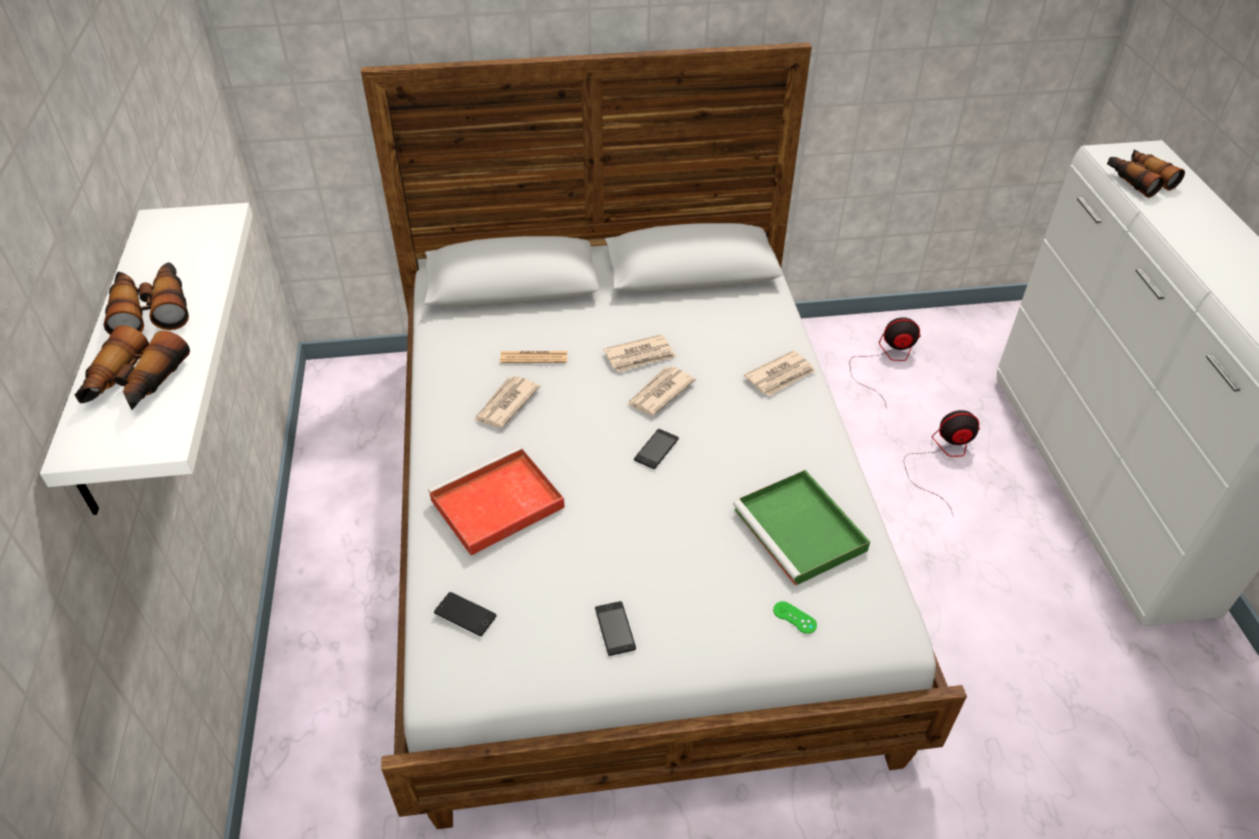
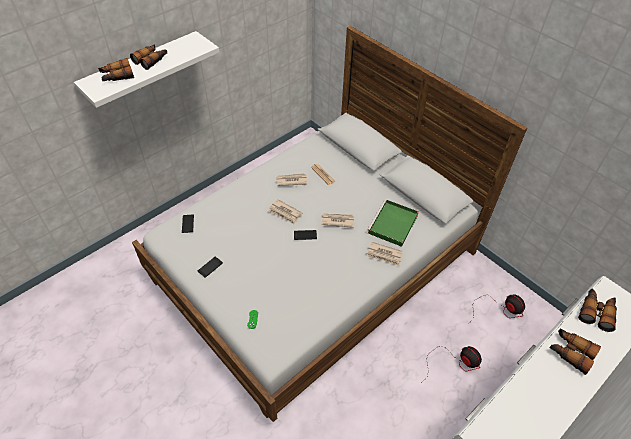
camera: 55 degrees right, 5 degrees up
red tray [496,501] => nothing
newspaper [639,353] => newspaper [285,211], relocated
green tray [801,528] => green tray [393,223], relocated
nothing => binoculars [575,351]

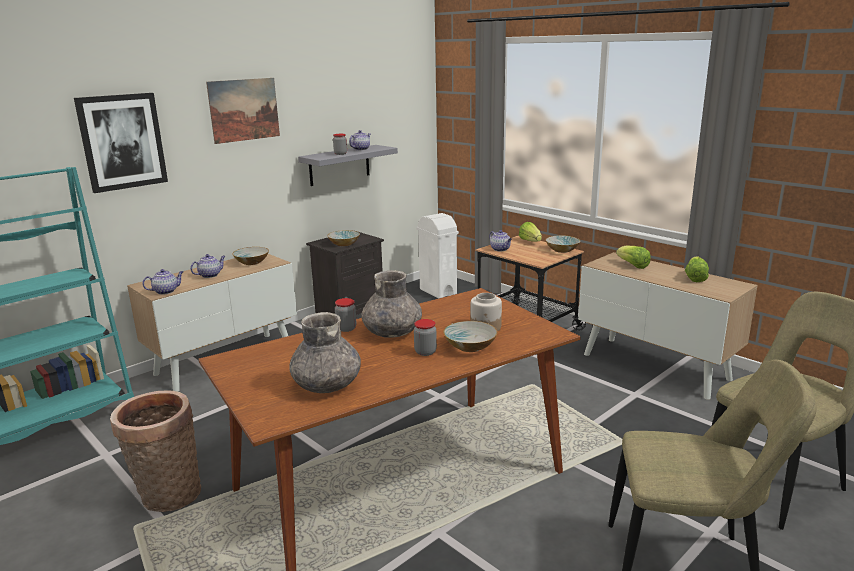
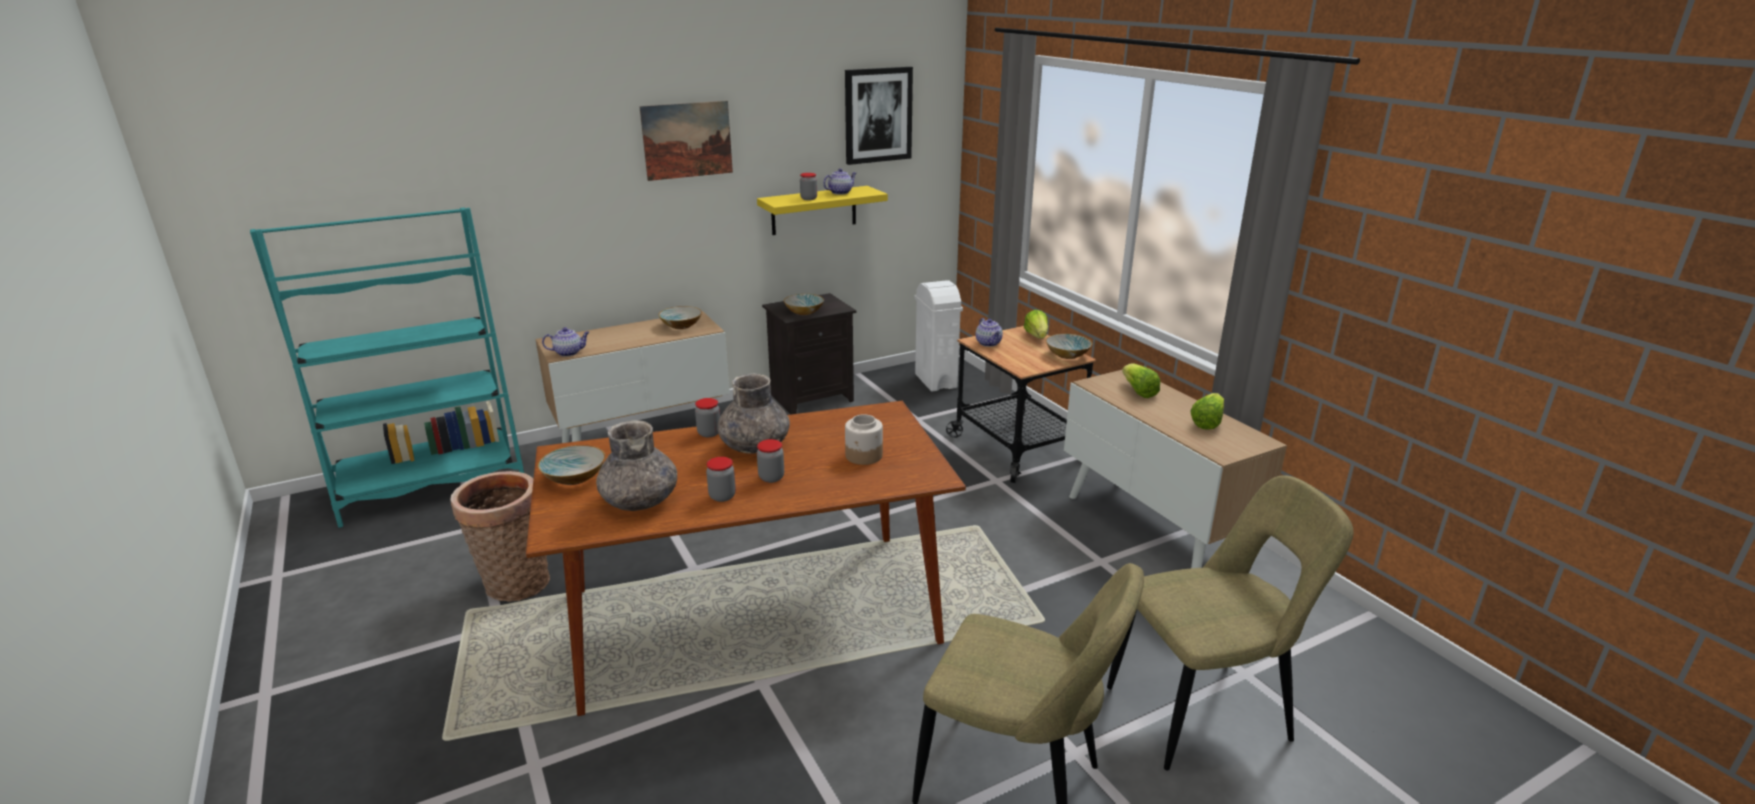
camera: 15 degrees right, 5 degrees up
picture [121,143] => picture [879,116], relocated
teapot [207,266] => nothing
grey shelf [348,165] => yellow shelf [822,210]
bowl [470,336] => bowl [571,465], relocated
nothing => jar [721,479]

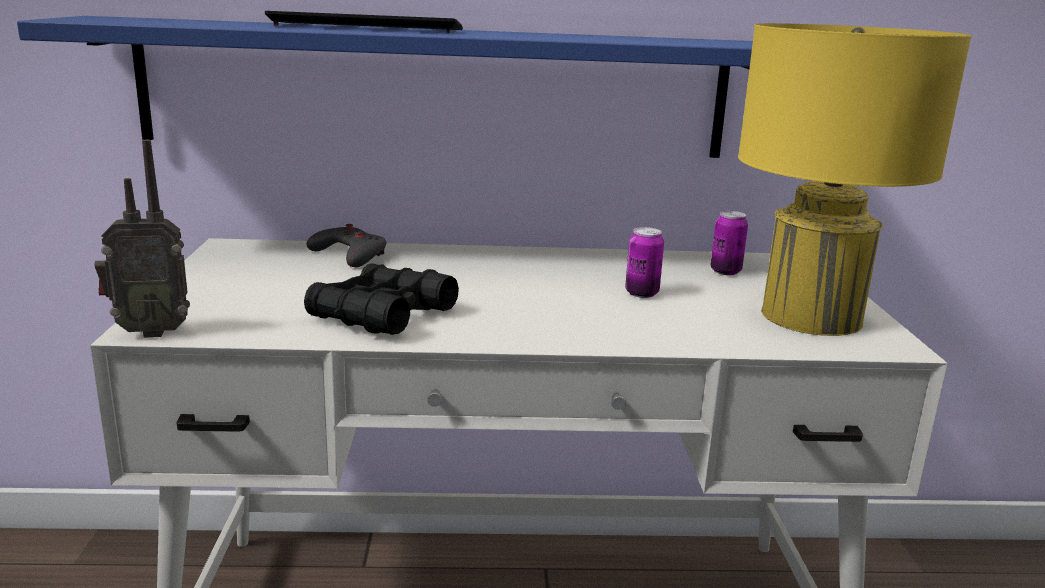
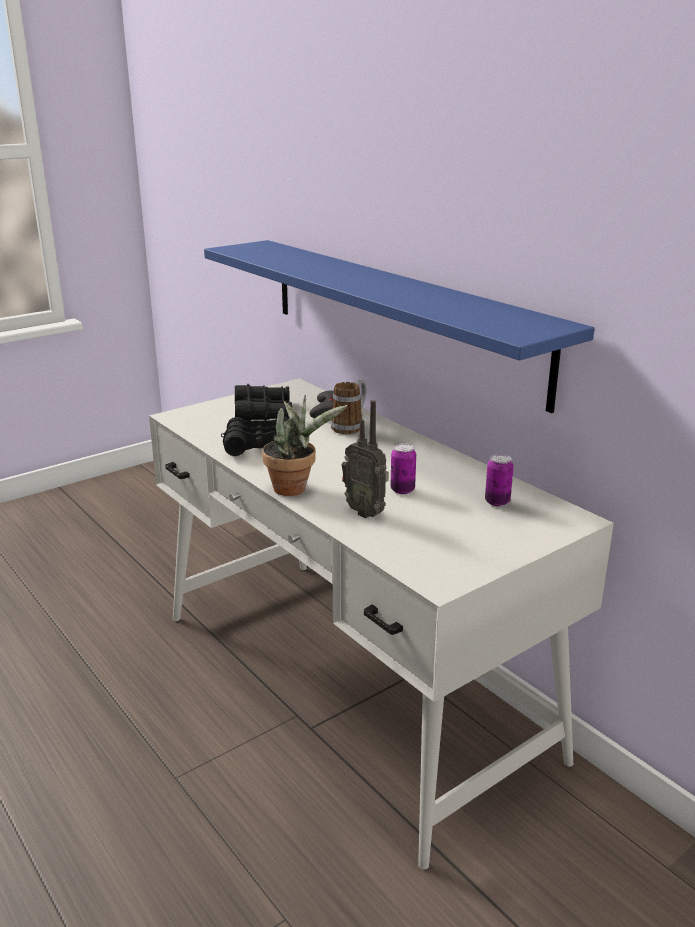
camera: 55 degrees right, 5 degrees up
radio [142,239] => radio [365,459], relocated
keyboard [364,22] => nothing
yellow table lamp [855,179] => nothing
nothing => black binoculars [263,402]
nothing => potted plant [304,445]
nothing => mug [349,407]

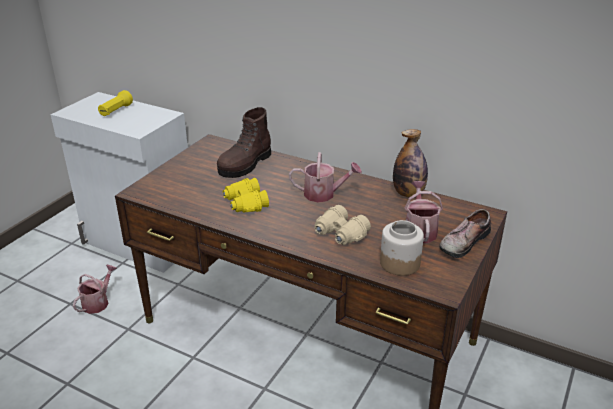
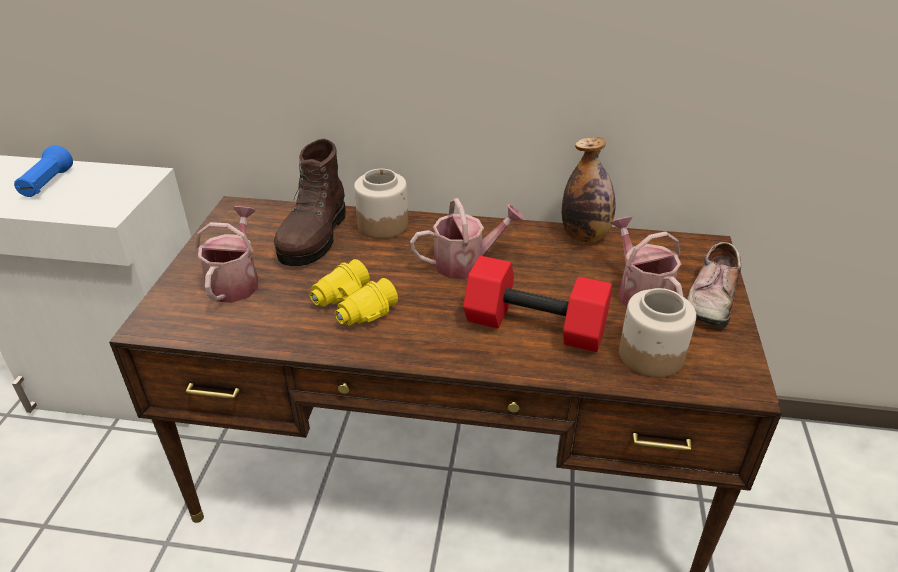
camera: 20 degrees left, 5 degrees up
watering can [95,289] => watering can [227,254], relocated
yellow flashlight [115,103] => blue flashlight [43,171]
beige binoculars [343,225] => red dumbbell [537,304]
nothing => jar [381,204]

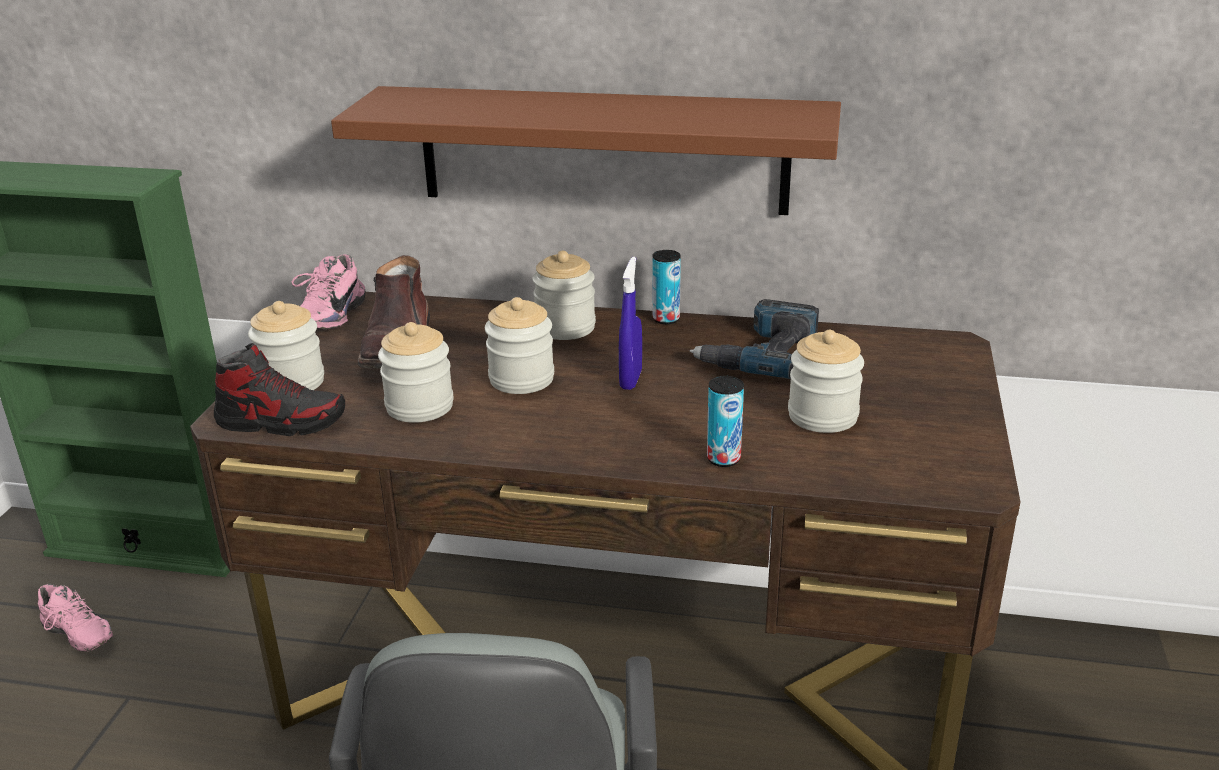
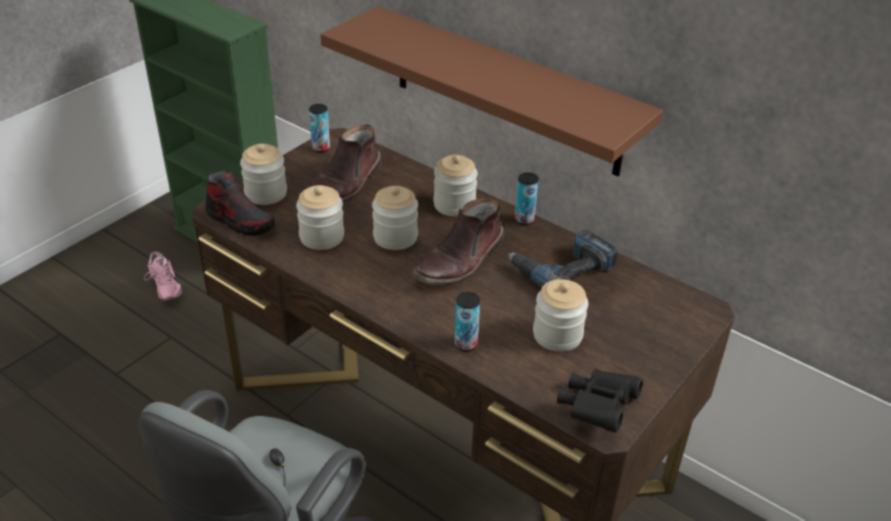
camera: 25 degrees right, 10 degrees up
pink shoe [328,292] => can [319,128]
blue spray bottle [630,323] => brown boot [458,241]
nothing => black binoculars [600,401]

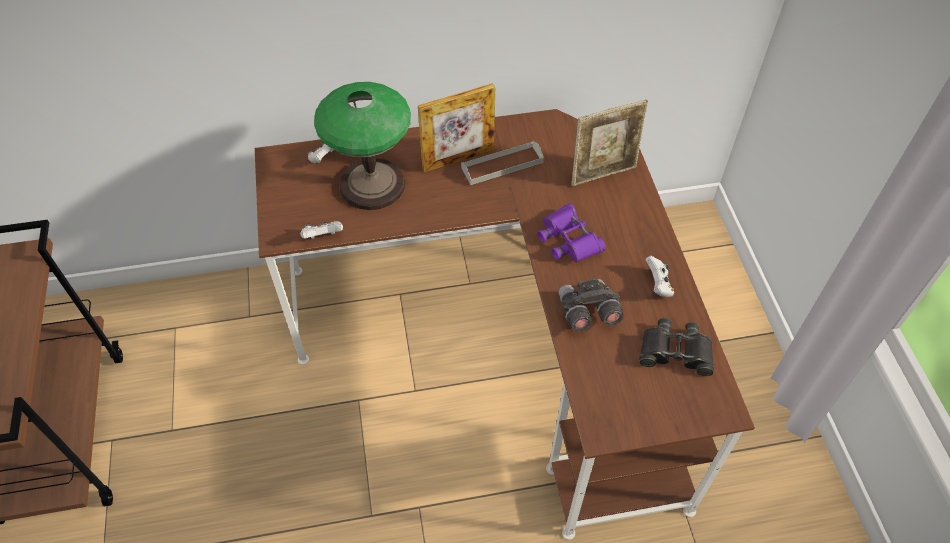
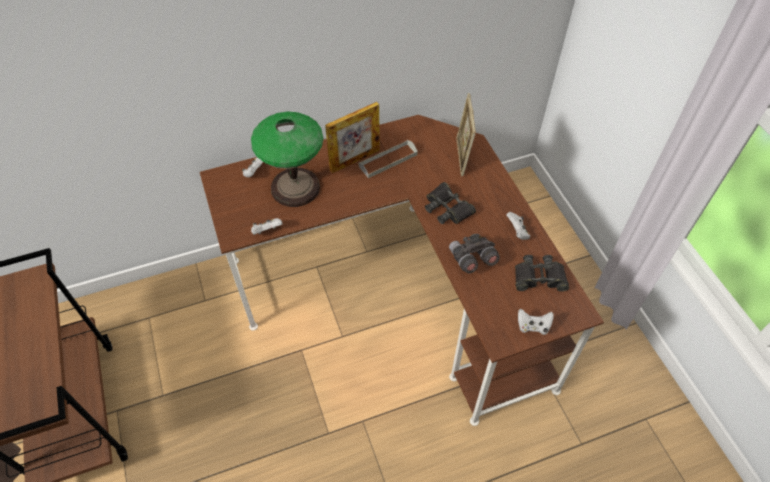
camera: 10 degrees left, 0 degrees up
purple binoculars [571,232] => black binoculars [450,203]
picture frame [610,143] => picture frame [466,134], 120 degrees clockwise
nothing => white game controller [536,321]

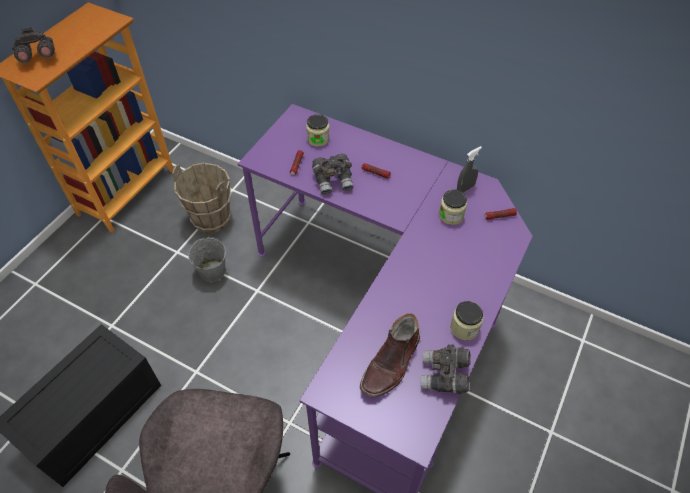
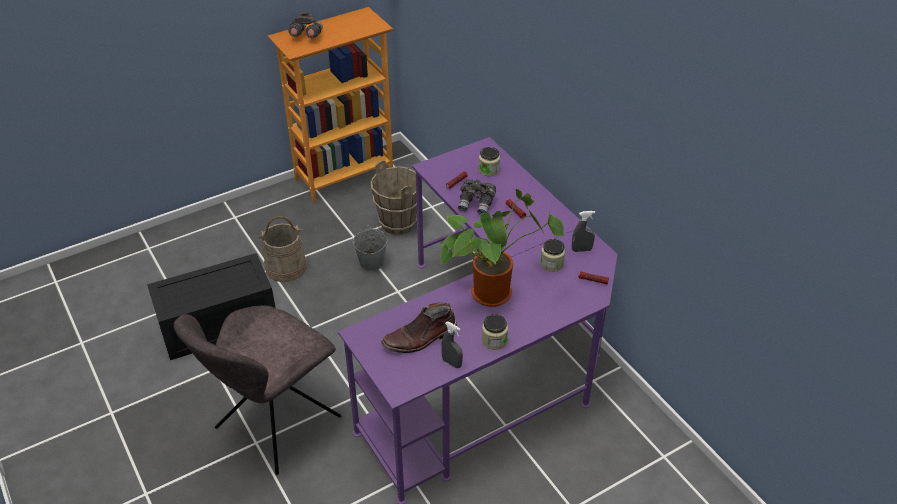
camera: 30 degrees right, 10 degrees down
grey binoculars [445,369] => grey spray bottle [452,345]
nothing => beige bucket [282,249]
nothing => potted plant [502,248]

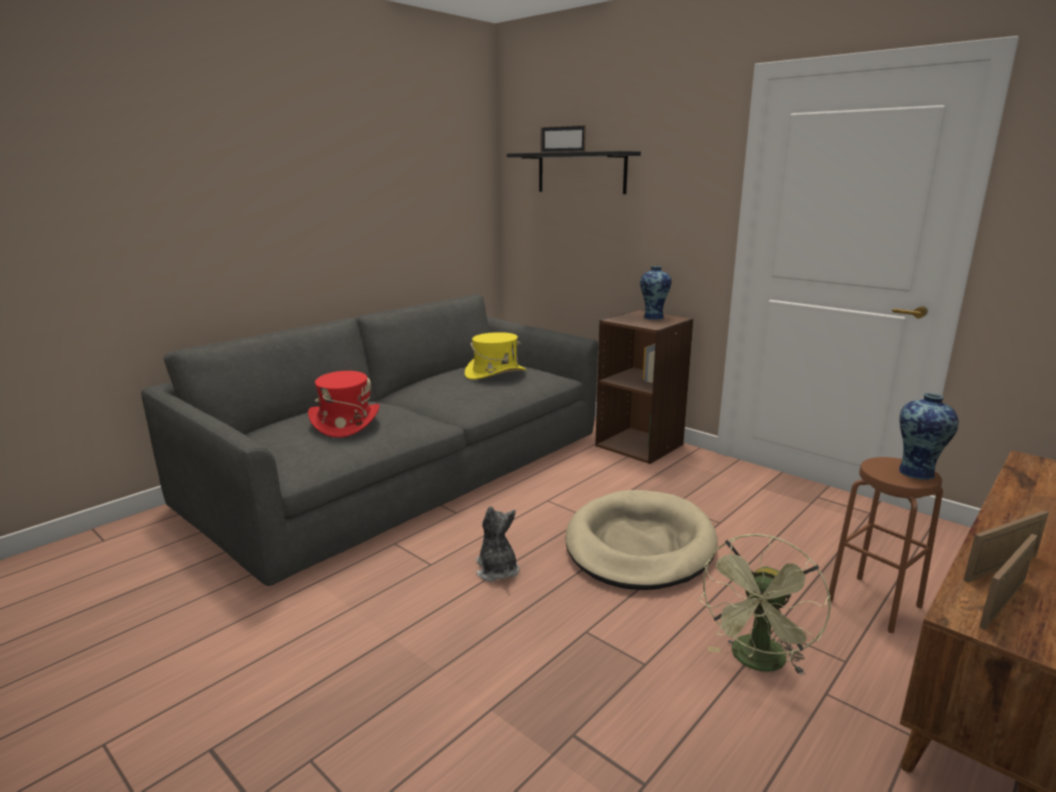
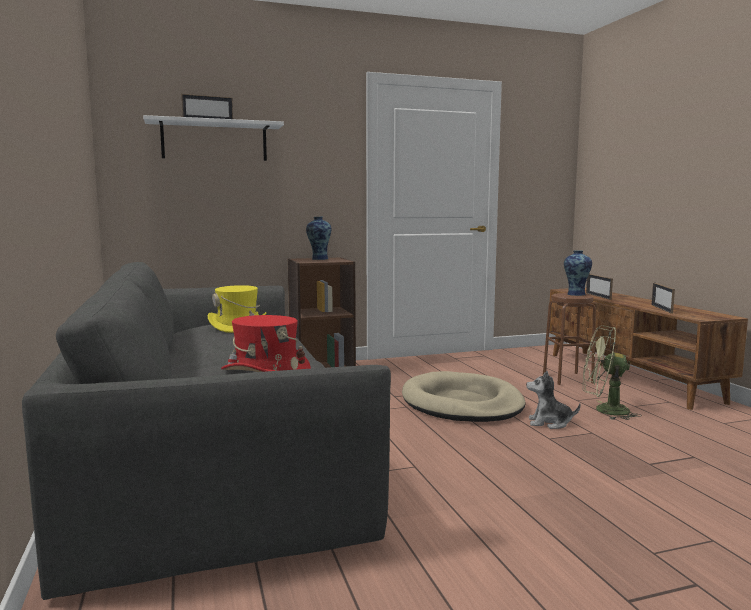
camera: 60 degrees left, 10 degrees down
plush toy [497,544] => plush toy [553,400], relocated
black shelf [574,172] => white shelf [213,138]
green fan [764,604] => green fan [612,372], 135 degrees clockwise
picture frame [1008,582] => picture frame [599,287], relocated

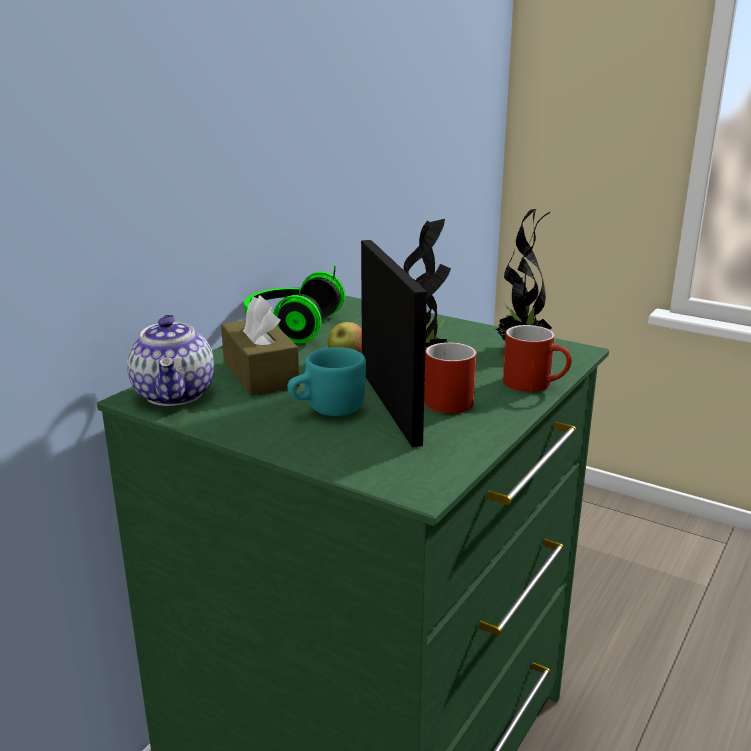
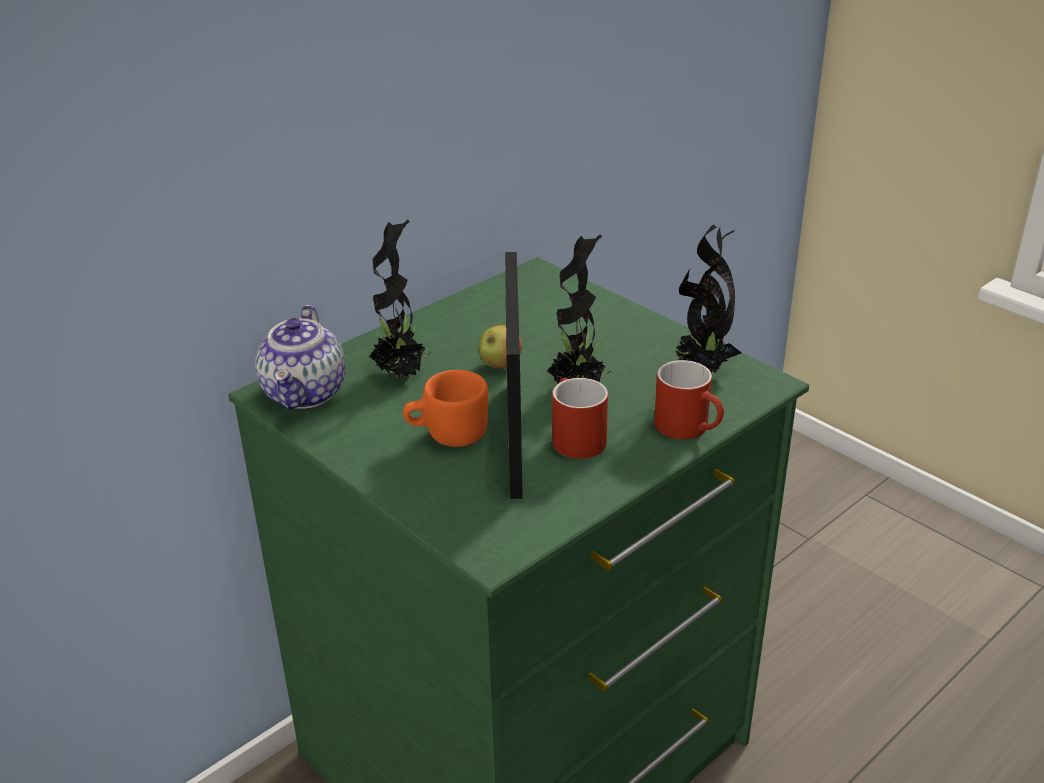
camera: 15 degrees right, 10 degrees up
brown tissue box [260,345] => potted plant [400,298]
headphones [294,304] => nothing
turquoise mug [326,381] => orange mug [445,408]

